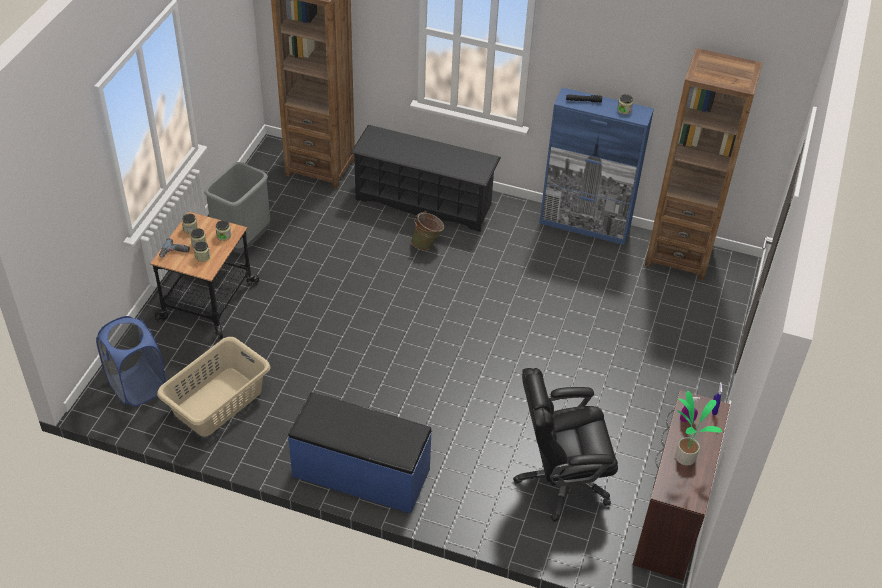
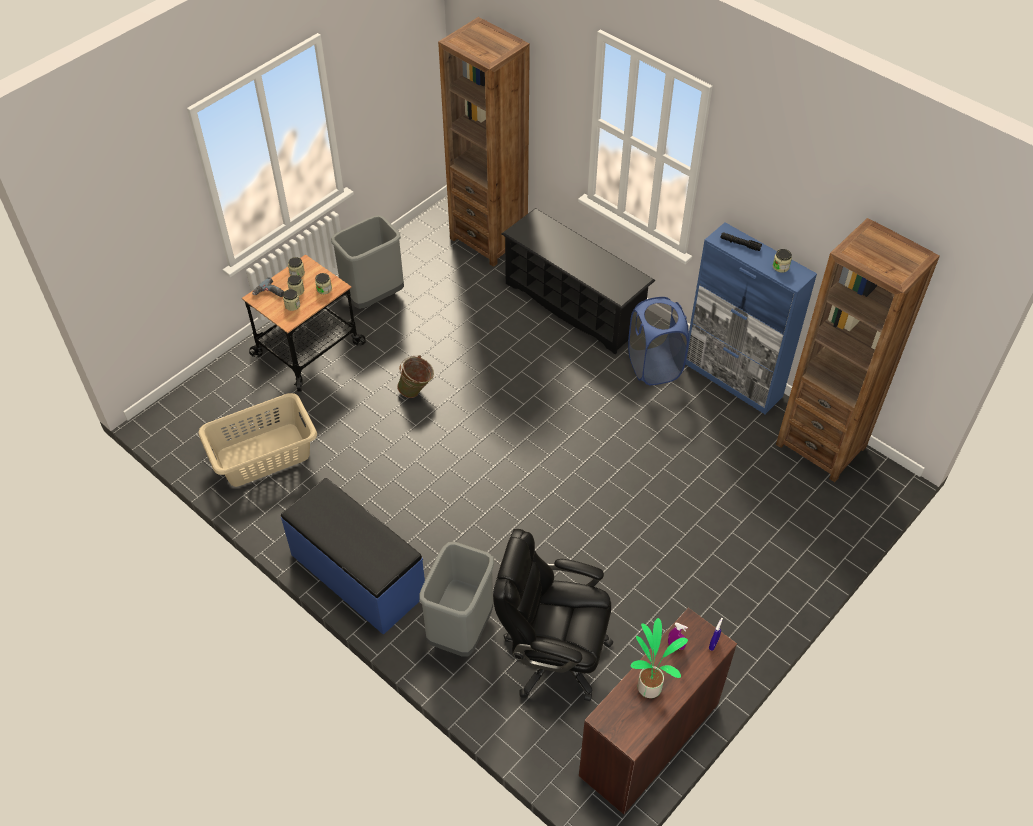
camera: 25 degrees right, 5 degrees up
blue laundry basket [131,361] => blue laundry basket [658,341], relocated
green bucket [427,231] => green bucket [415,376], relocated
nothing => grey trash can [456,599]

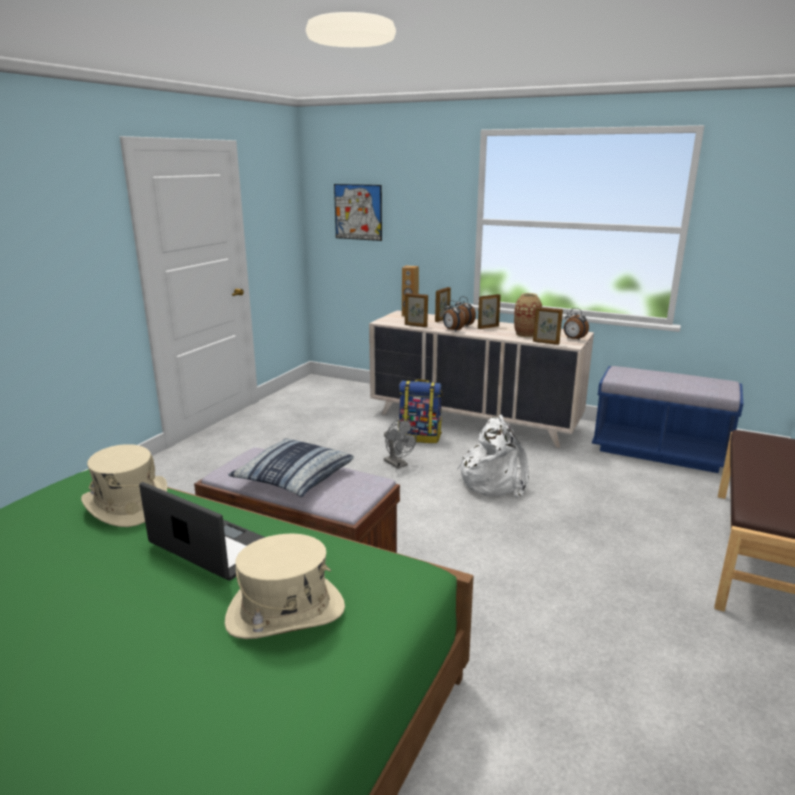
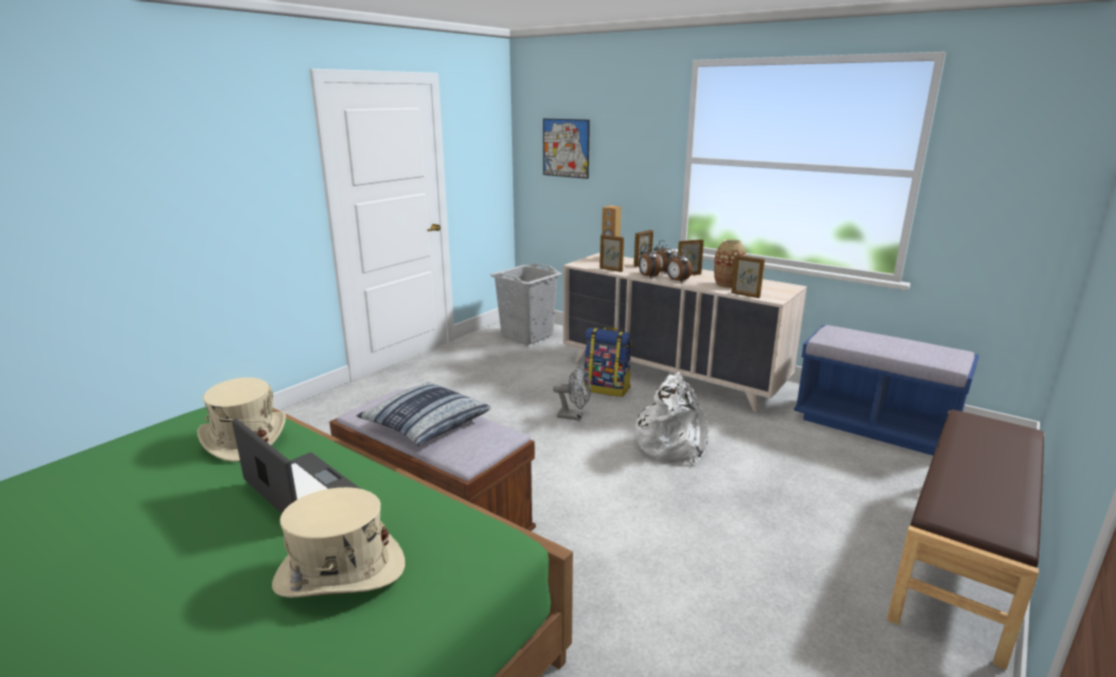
camera: 10 degrees right, 0 degrees up
grey fan [400,444] => grey fan [572,394], 45 degrees counterclockwise
alarm clock [576,324] => alarm clock [679,265], relocated
nothing => grey laundry basket [526,304]

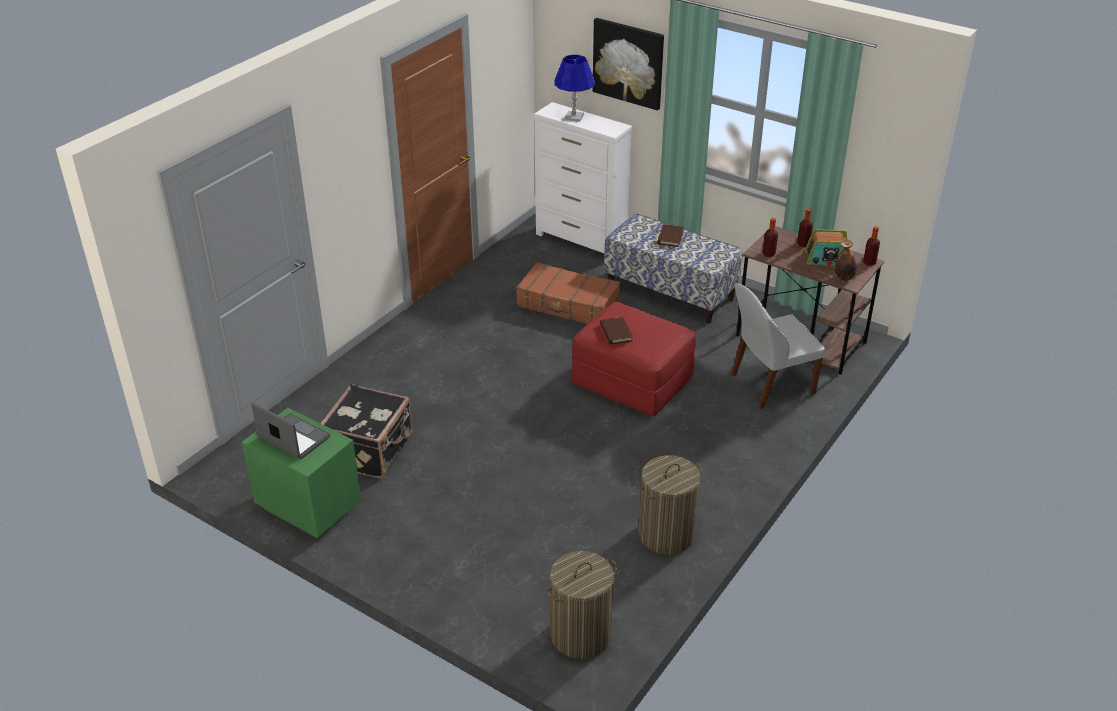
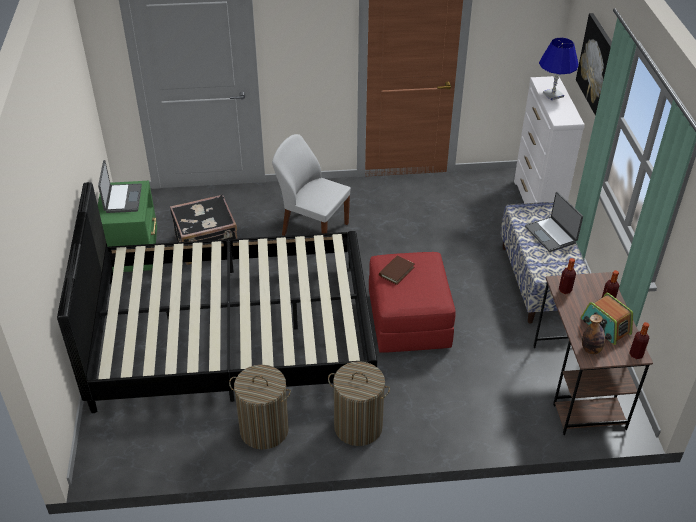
camera: 50 degrees right, 5 degrees up
brown suitcase [568,293] => nothing
laundry basket [582,605] => laundry basket [359,403], relocated
brown book [670,235] => laptop [554,222]
white chair [778,346] => white chair [311,185], relocated
nothing => black bed [217,297]

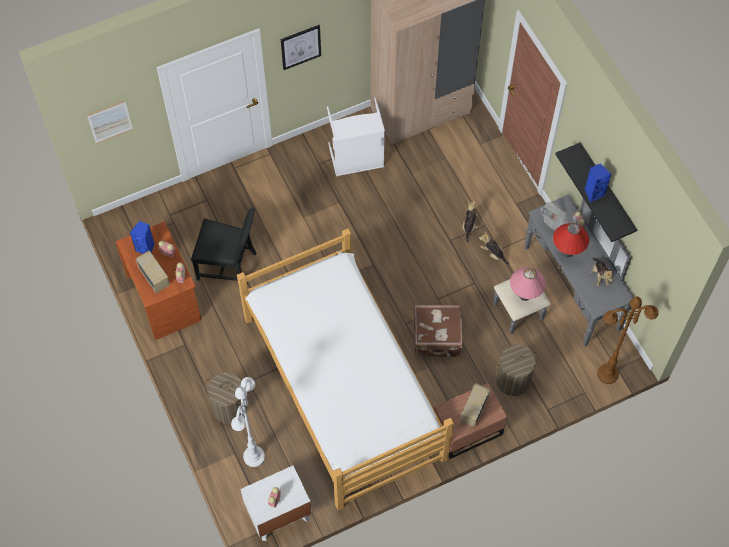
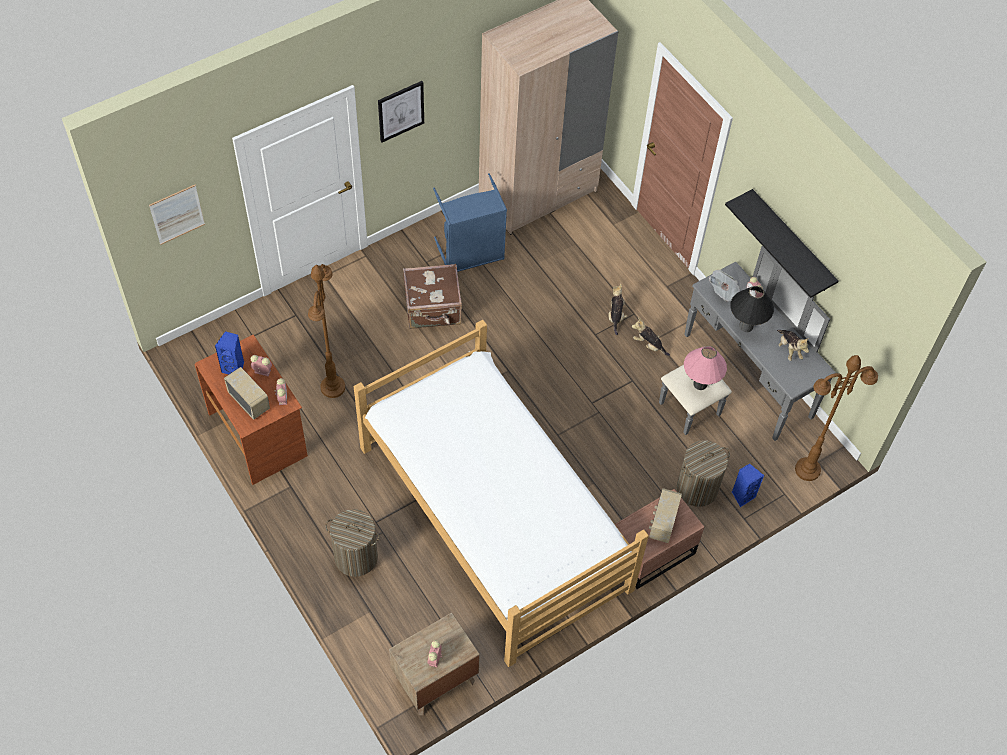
camera: 10 degrees left, 5 degrees down
black chair [223,244] => brown floor lamp [326,331]
white floor lamp [248,422] => nothing
white nightstand [276,503] => brown nightstand [434,664]
white laundry basket [356,136] => blue laundry basket [470,222]
brown suitcase [438,331] => brown suitcase [432,296], relocated
red table lamp [571,240] => black table lamp [752,309]
blue speaker [598,182] => blue speaker [748,485], relocated

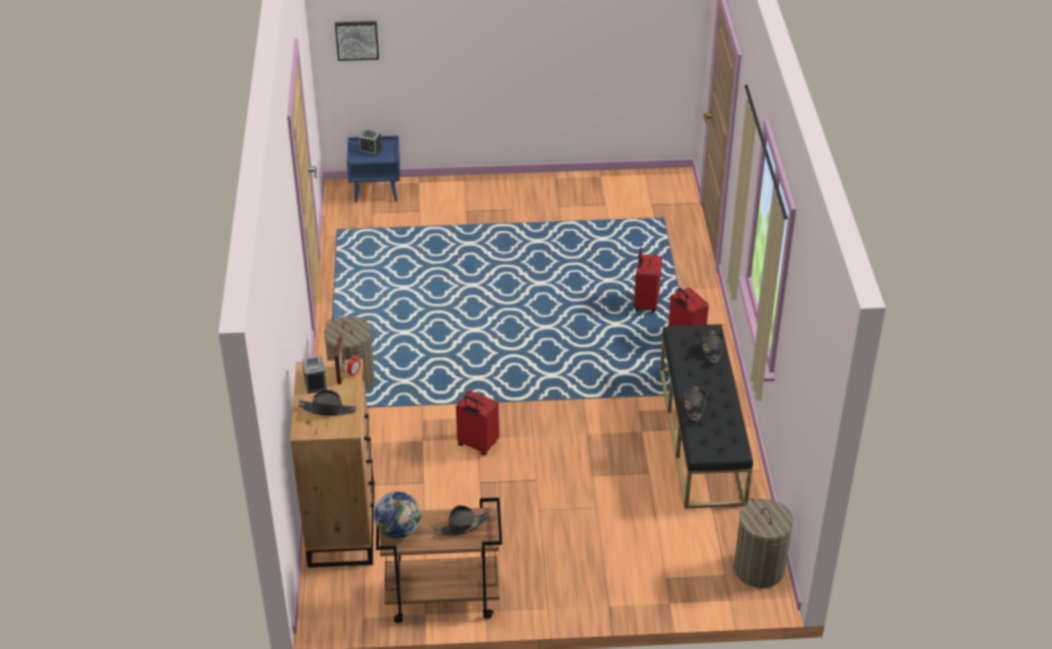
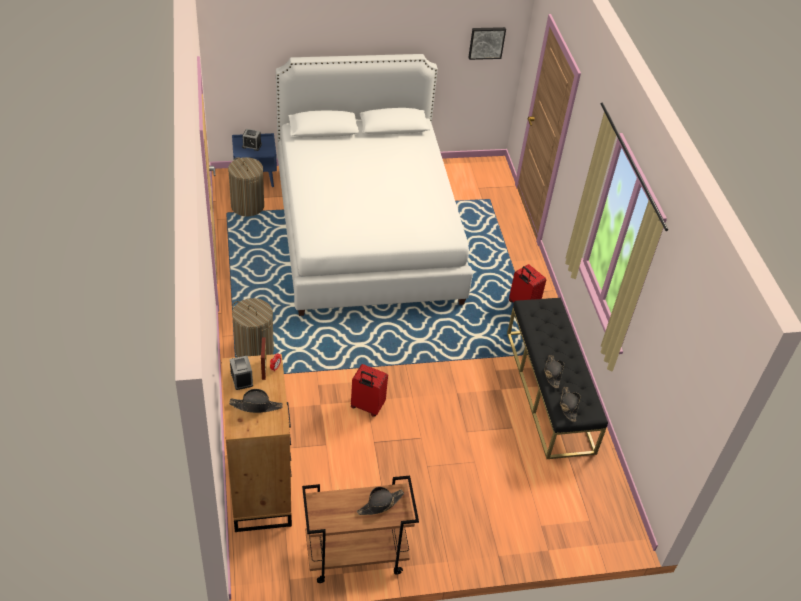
camera: 10 degrees left, 5 degrees up
picture [357,41] => picture [487,43], relocated
globe [397,515] => nothing
red suitcase [648,280] => nothing
black hat [713,346] => black hat [570,404], relocated
laundry basket [763,543] => laundry basket [246,186], relocated
nothing => white bed [374,185]

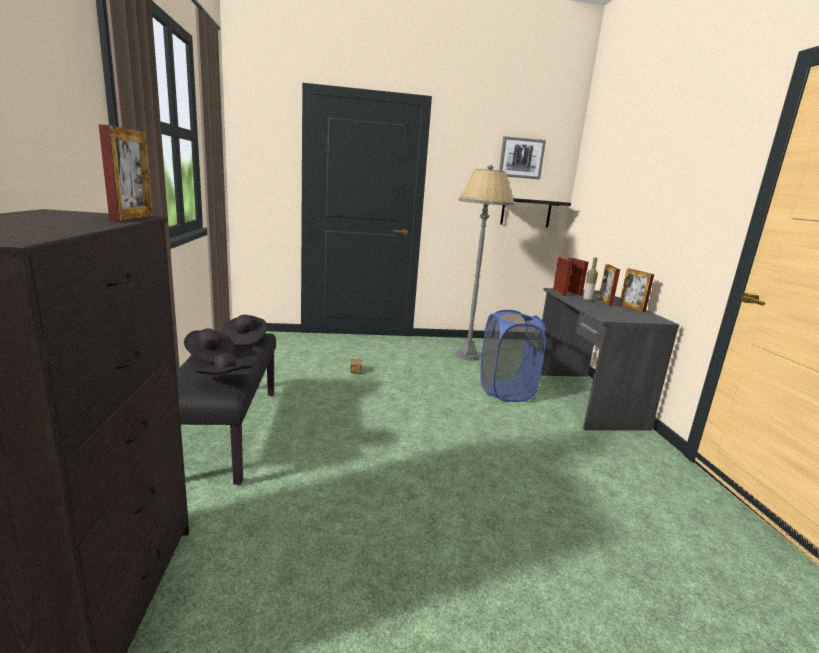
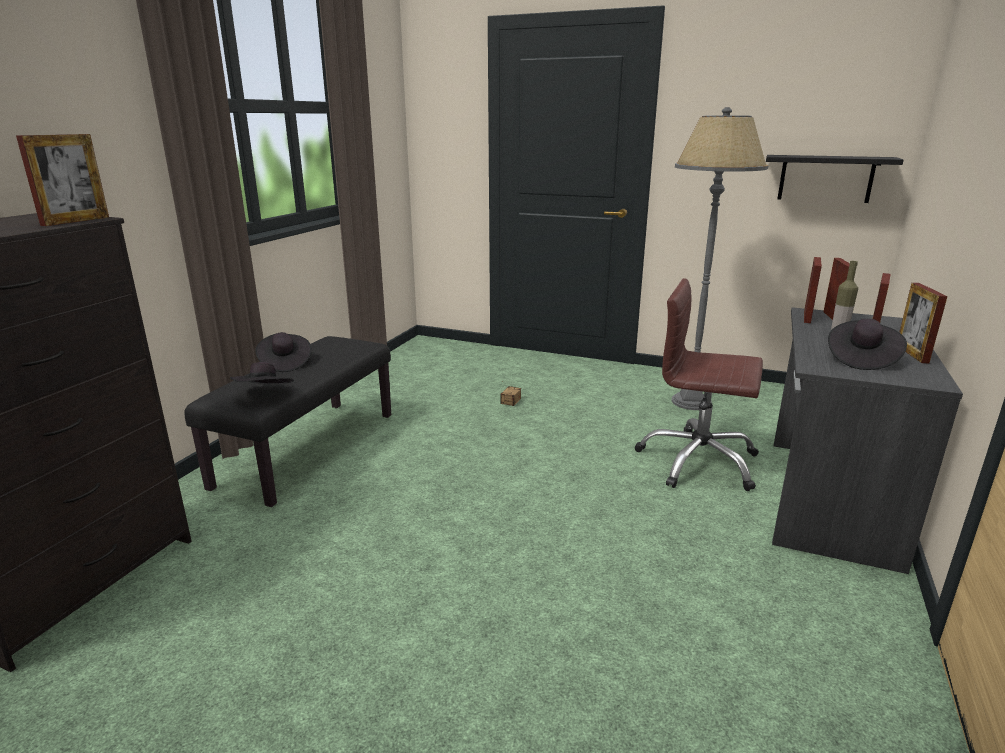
camera: 30 degrees right, 5 degrees up
black hat [244,330] => black hat [867,344], relocated
blue laundry basket [513,356] => brown office chair [699,384]
picture [522,157] => nothing

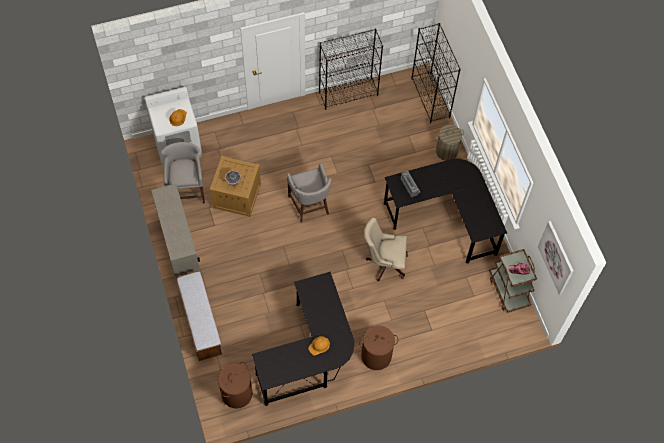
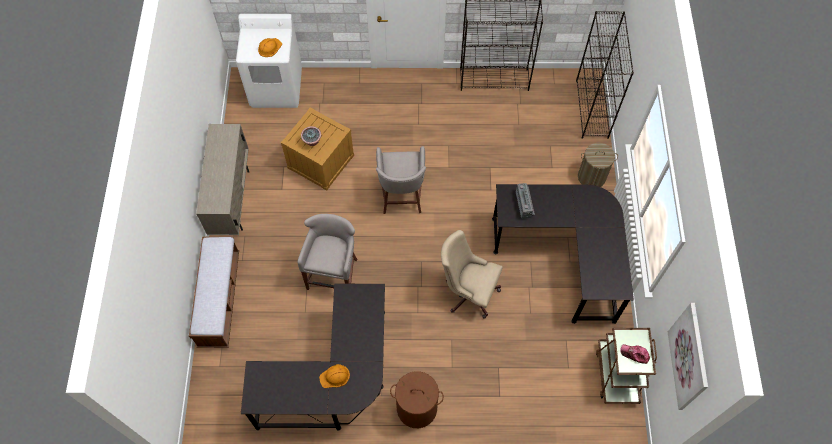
camera: 20 degrees right, 0 degrees up
grey stool [183,172] => grey stool [327,252], relocated
brown laundry basket [235,385] => nothing

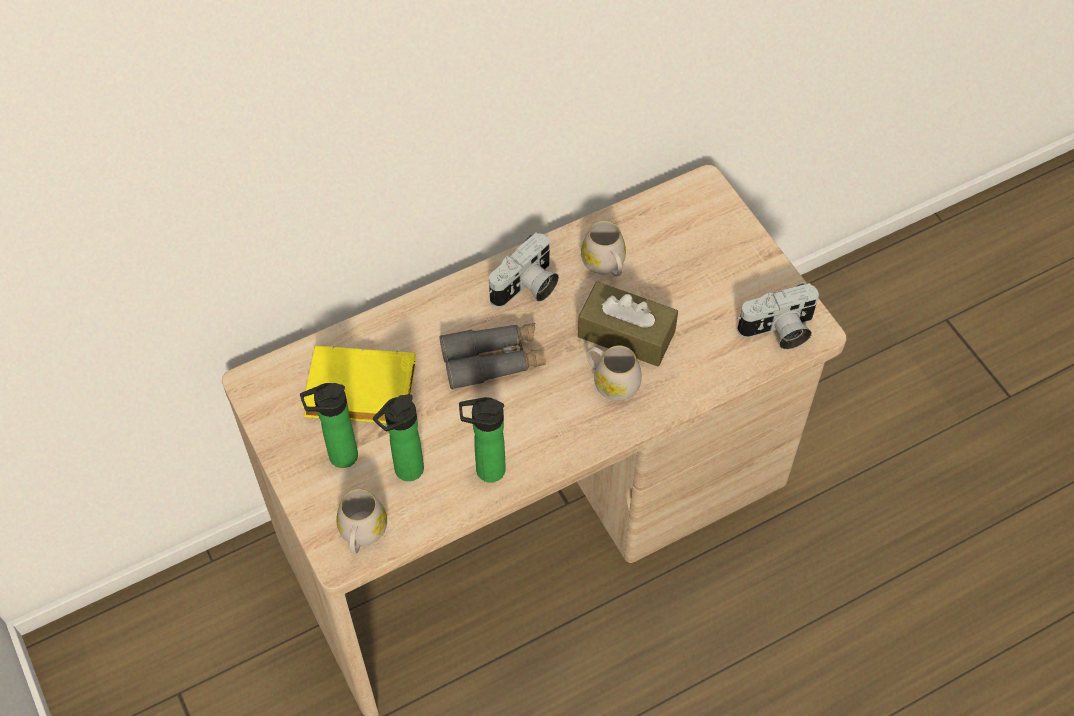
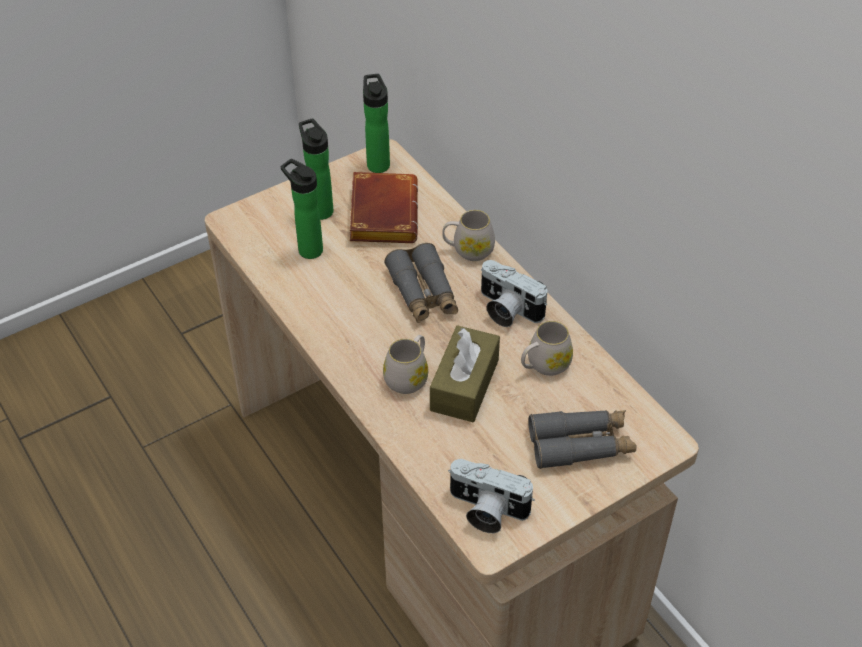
camera: 85 degrees right, 10 degrees down
yellow book [359,384] => brown book [384,207]
white mug [361,521] => white mug [468,235], relocated
bottle [482,440] => bottle [376,123], relocated
photo camera [778,316] => photo camera [491,496], 45 degrees counterclockwise
nothing => grey binoculars [582,439]

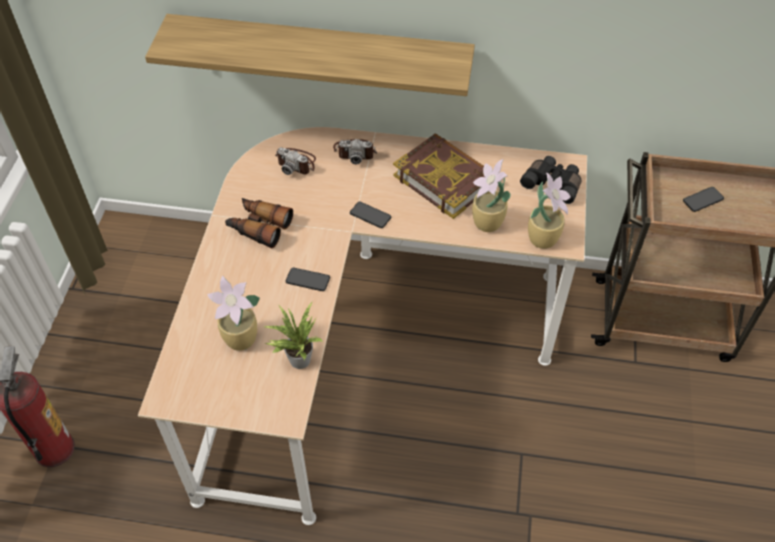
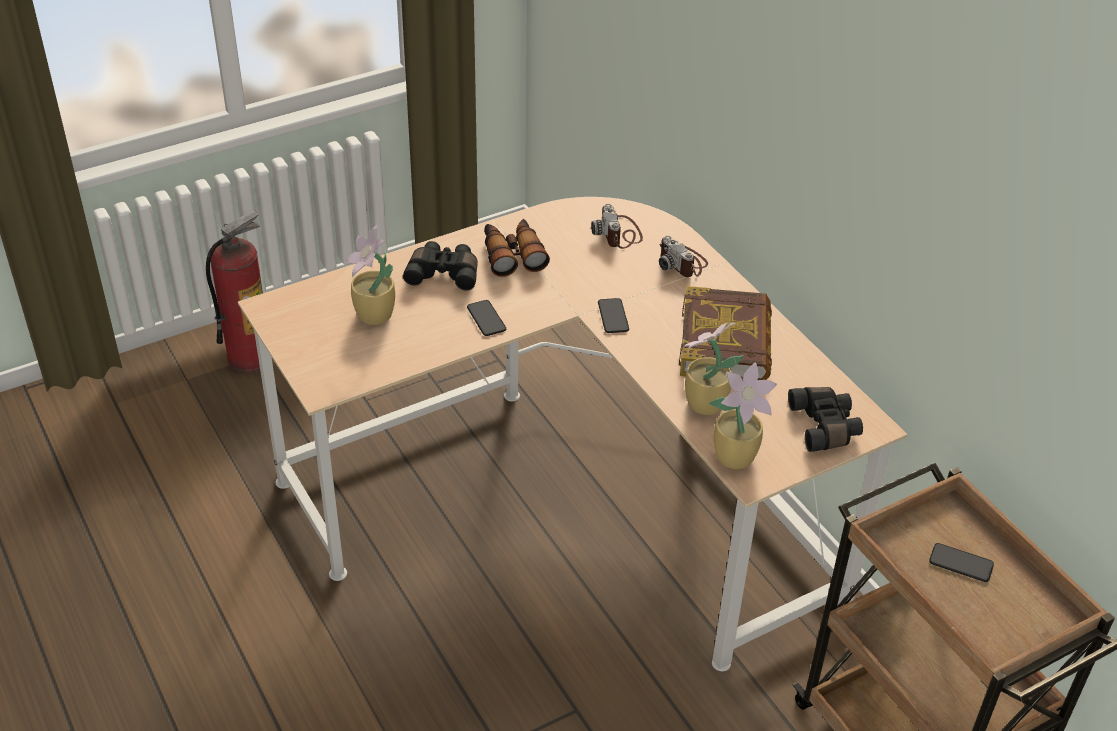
camera: 50 degrees right, 10 degrees down
shelf [310,55] => nothing
potted plant [294,335] => nothing
nothing => black binoculars [440,266]

